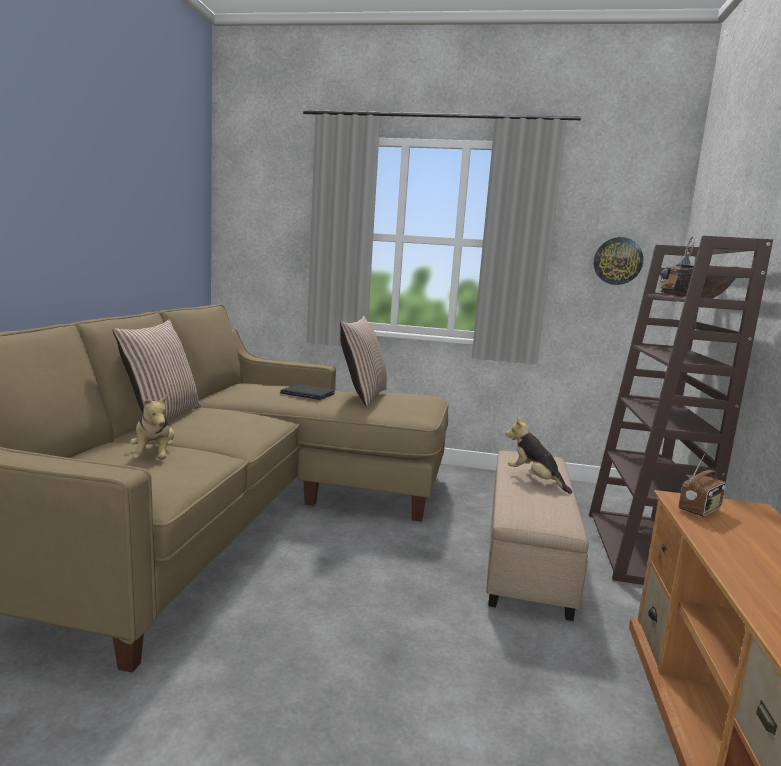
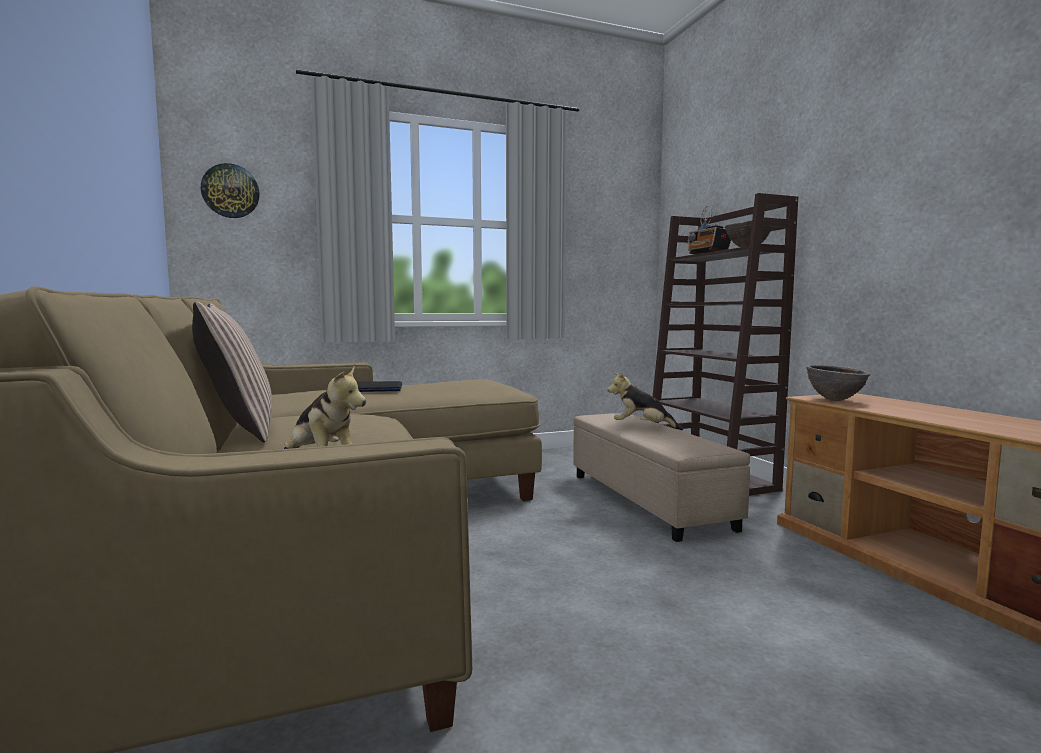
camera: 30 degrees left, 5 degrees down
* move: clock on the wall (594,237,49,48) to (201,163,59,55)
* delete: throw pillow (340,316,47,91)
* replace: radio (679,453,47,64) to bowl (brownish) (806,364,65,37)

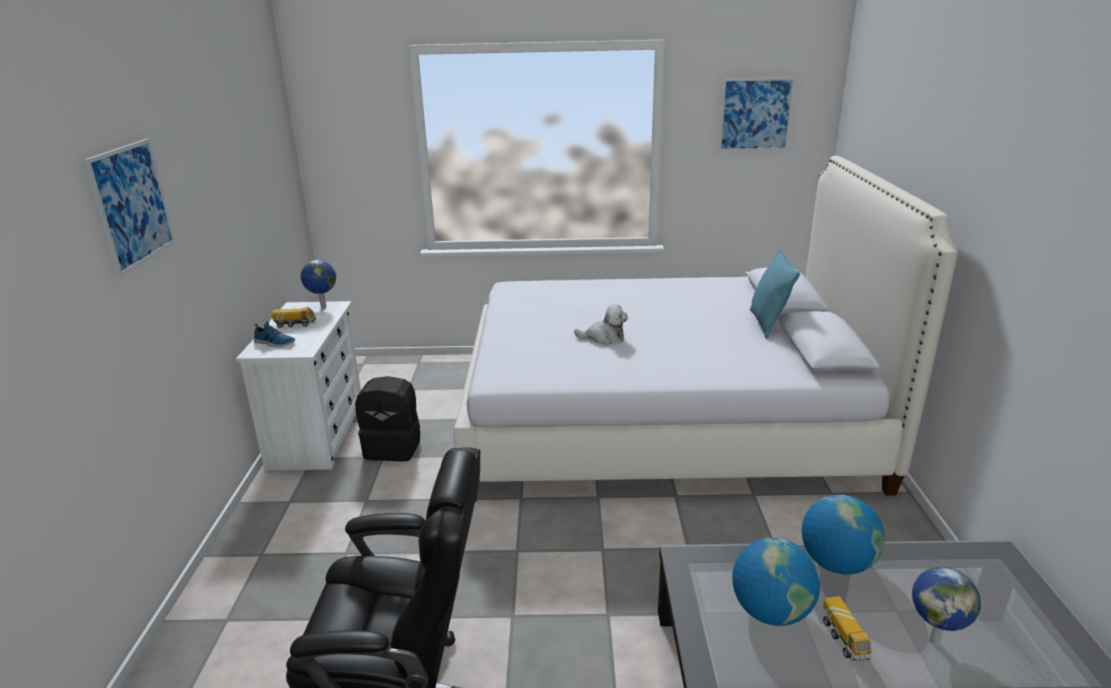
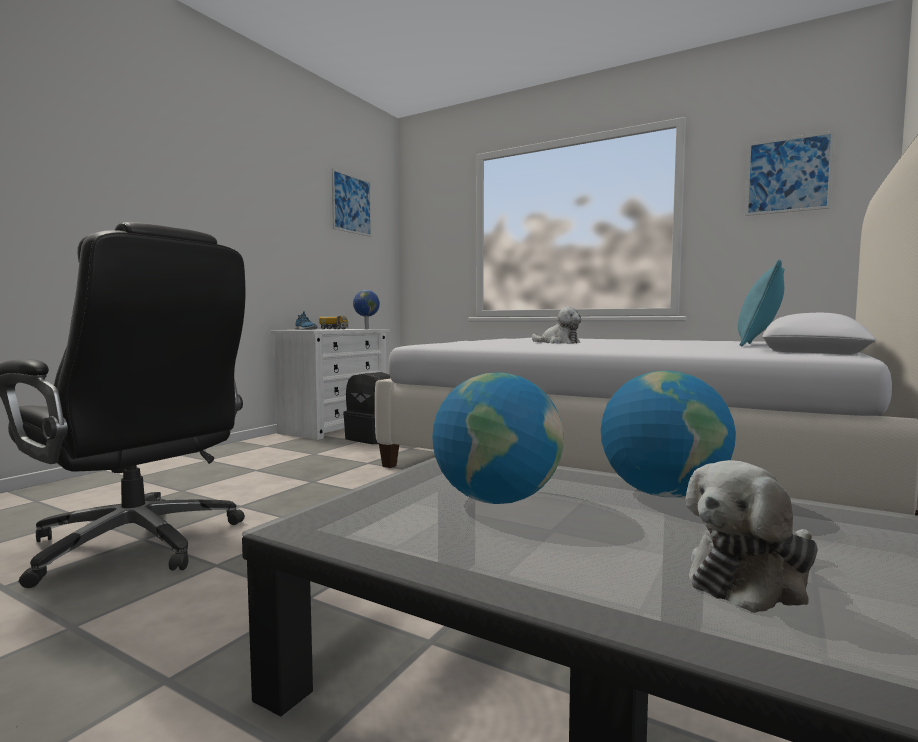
camera: 30 degrees right, 20 degrees down
* move: wall picture (84,138,91,139) to (332,169,40,68)
* replace: desk globe (912,567,69,78) to soft toy (686,460,132,153)
* delete: toy truck (823,596,50,68)

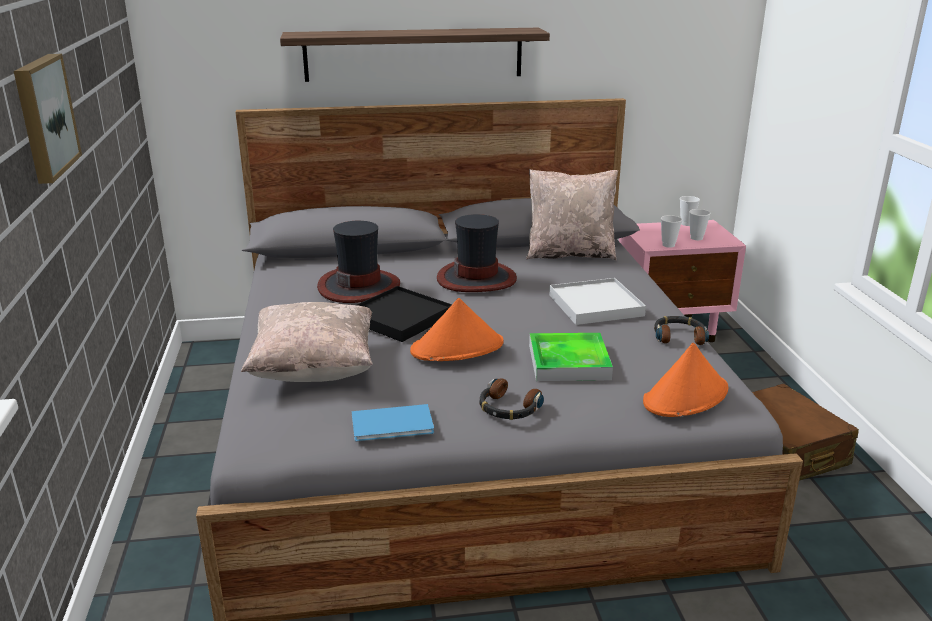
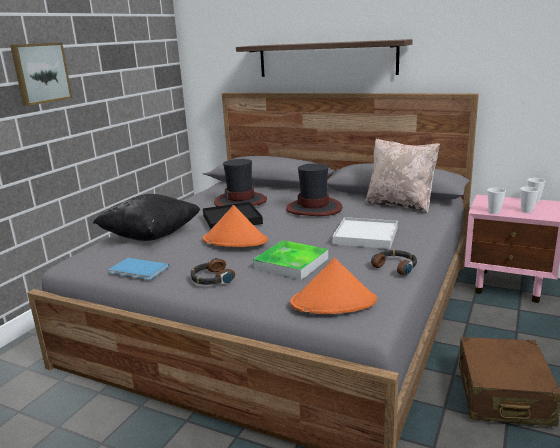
camera: 35 degrees right, 5 degrees down
* recolor: throw pillow (sand-coloured) (241,302,132,80) to throw pillow (blackish) (93,194,107,47)

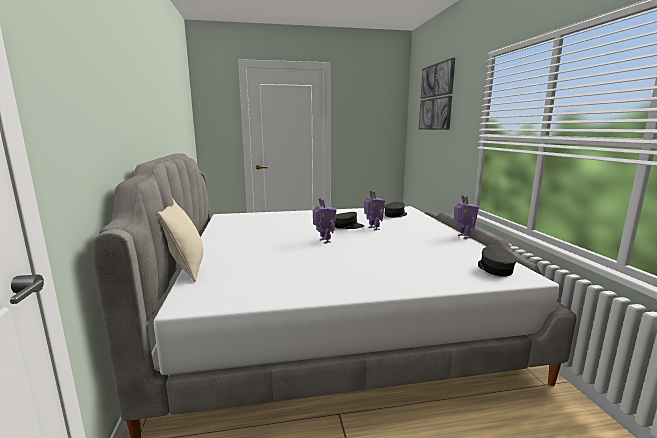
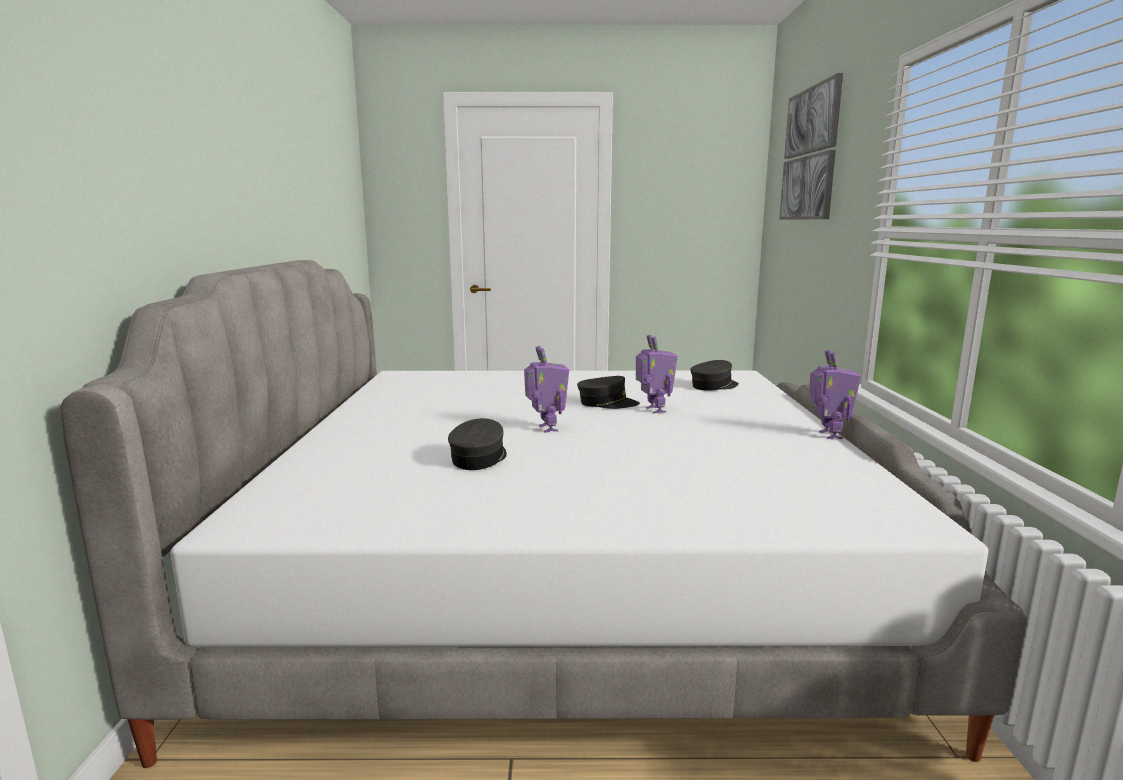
camera: 10 degrees right, 0 degrees up
* delete: throw pillow (sand-coloured) (157,197,46,85)
* move: peaked cap (greyish) (478,246,39,31) to (448,418,59,52)

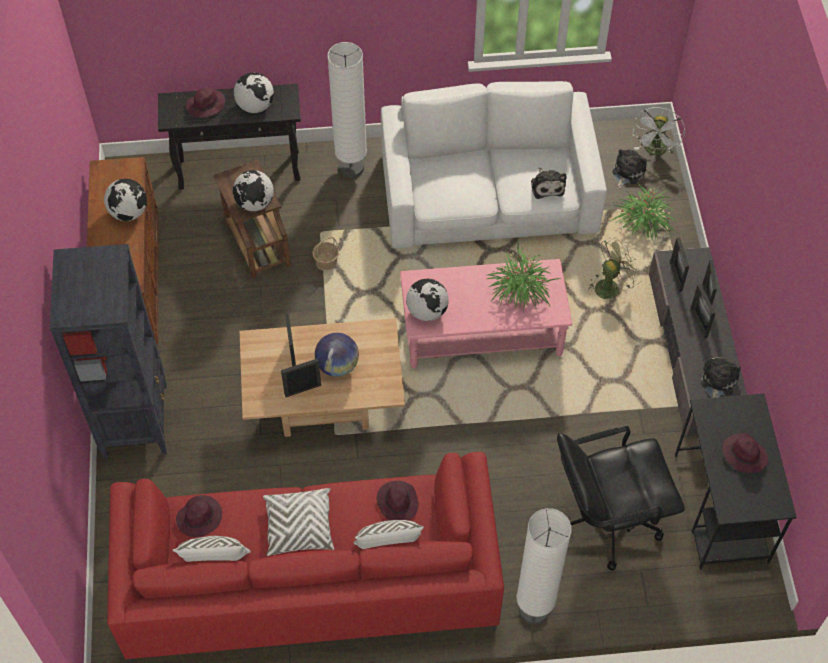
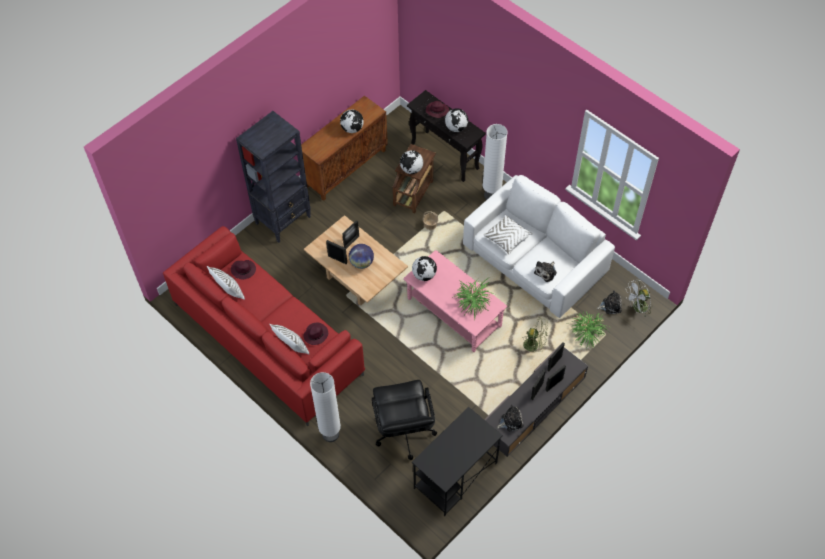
camera: 50 degrees right, 0 degrees up
* rotate: desk chair (blackish) (557,426,128,144) = (372,380,65,80) 135 degrees counterclockwise
* delete: hat (purple-coloured) (722,433,46,40)
* move: throw pillow (white) (263,488,71,68) to (483,215,49,40)

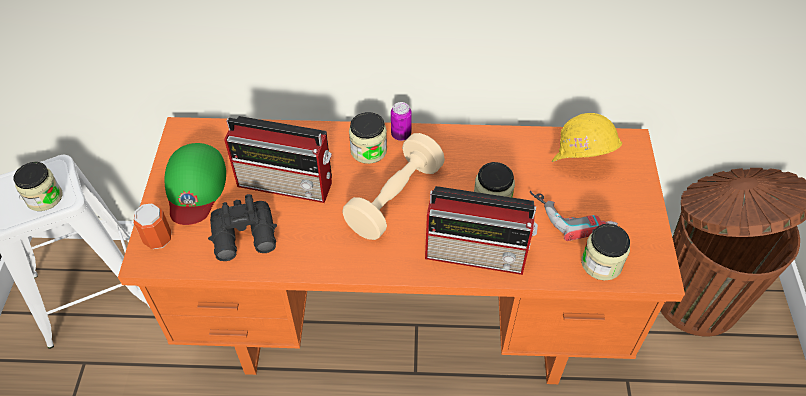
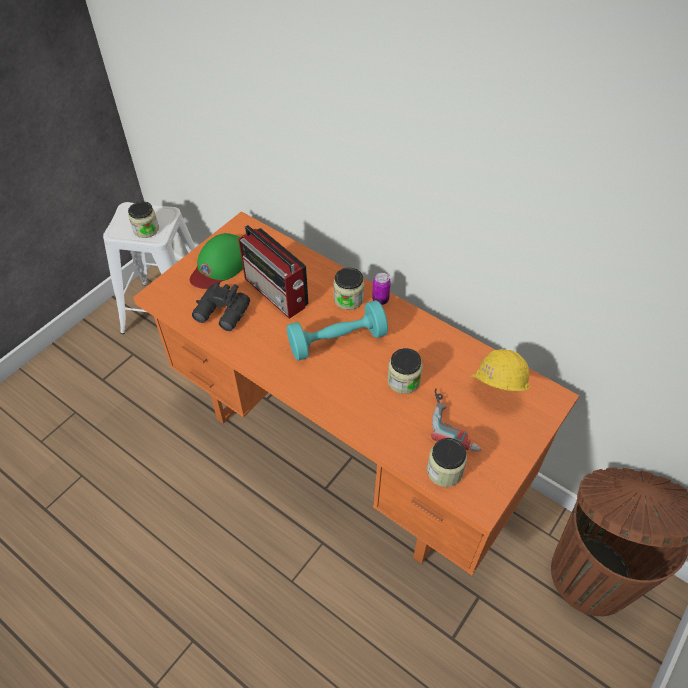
camera: 35 degrees right, 0 degrees up
* recolor: free weight (sand-coloured) (342,133,103,107) to free weight (blue-green) (287,300,101,61)
* delete: radio (425,186,113,89)
* delete: can (134,203,37,46)

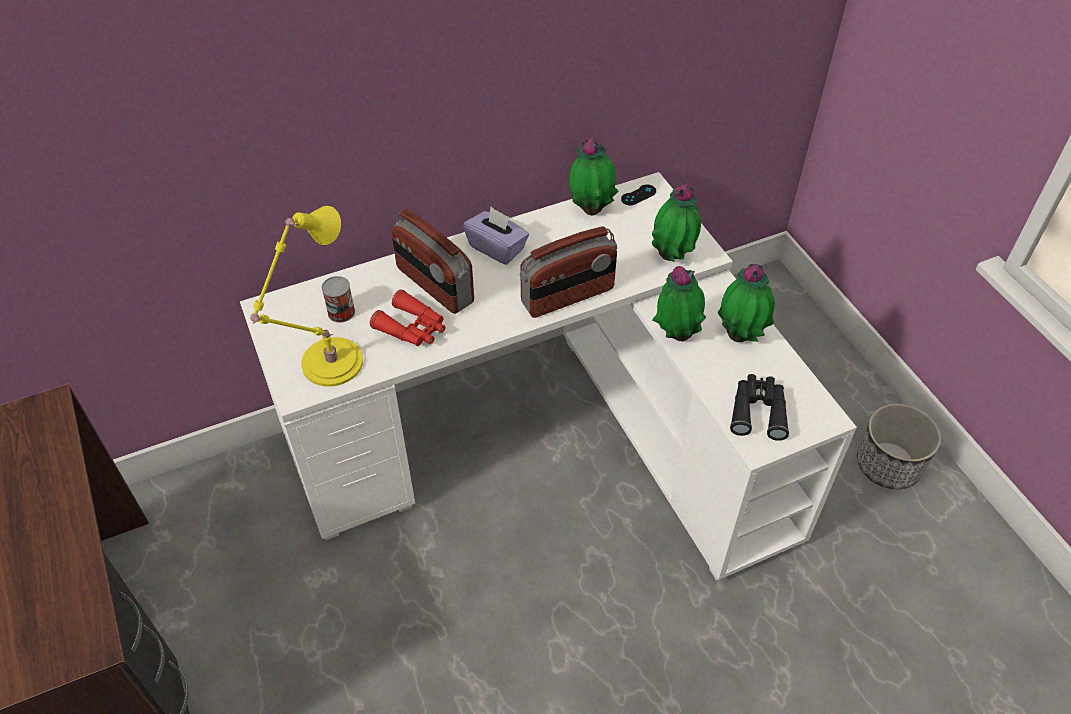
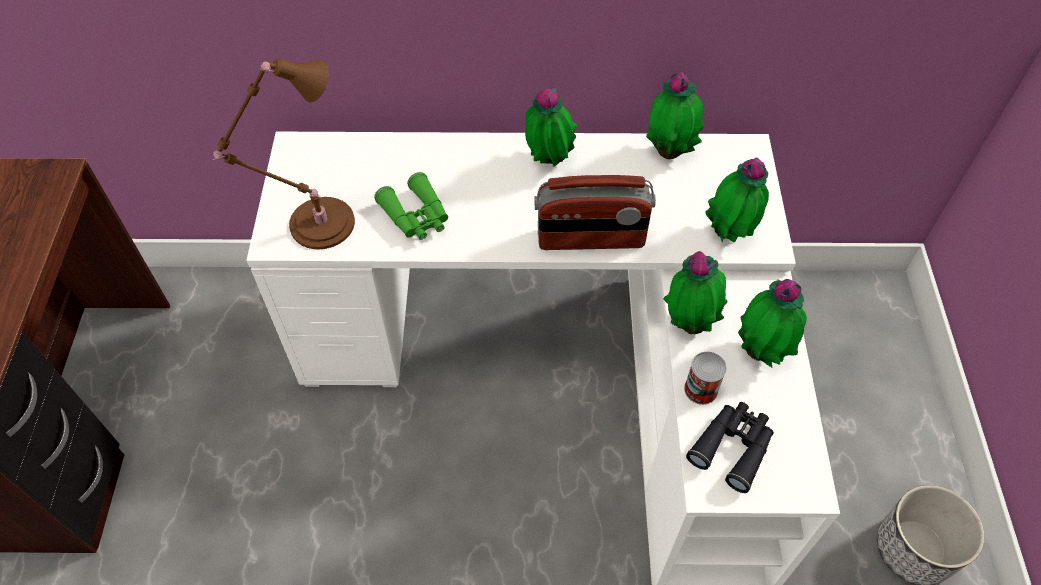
camera: 25 degrees right, 5 degrees up
* delete: game controller (blackish) (621,184,35,22)
* recolor: table lamp (yellowish) (250,206,113,181) to table lamp (brownish) (213,58,142,191)
* replace: tissue holder (purple-coloured) (463,207,66,58) to houseplant (525,85,52,81)
* delete: radio (391,209,83,105)
* move: can (322,276,33,47) to (684,352,43,53)
* recolor: field glasses (red) (370,290,76,56) to field glasses (greenish) (374,172,74,68)

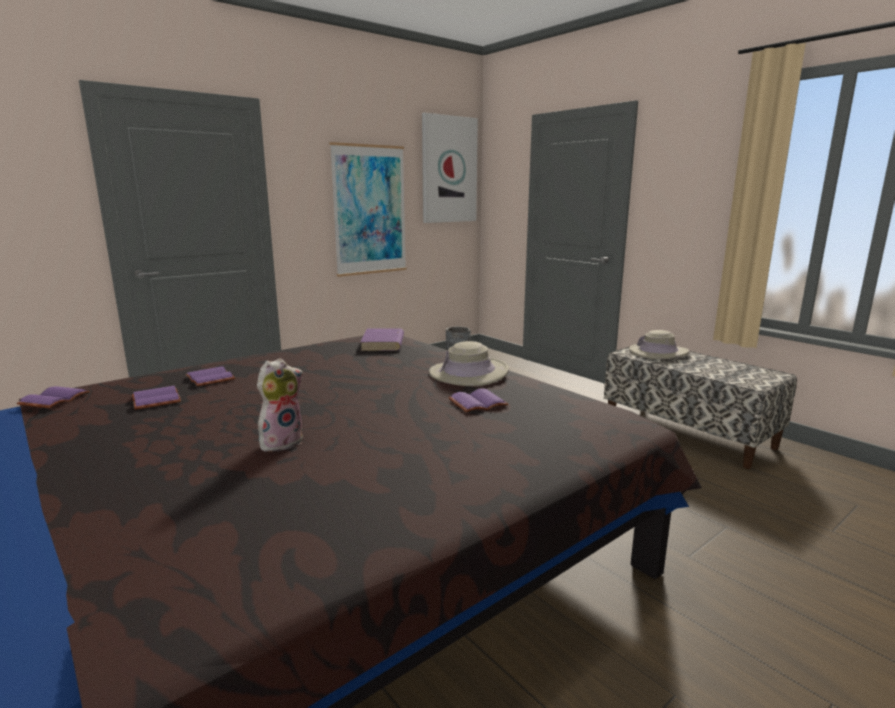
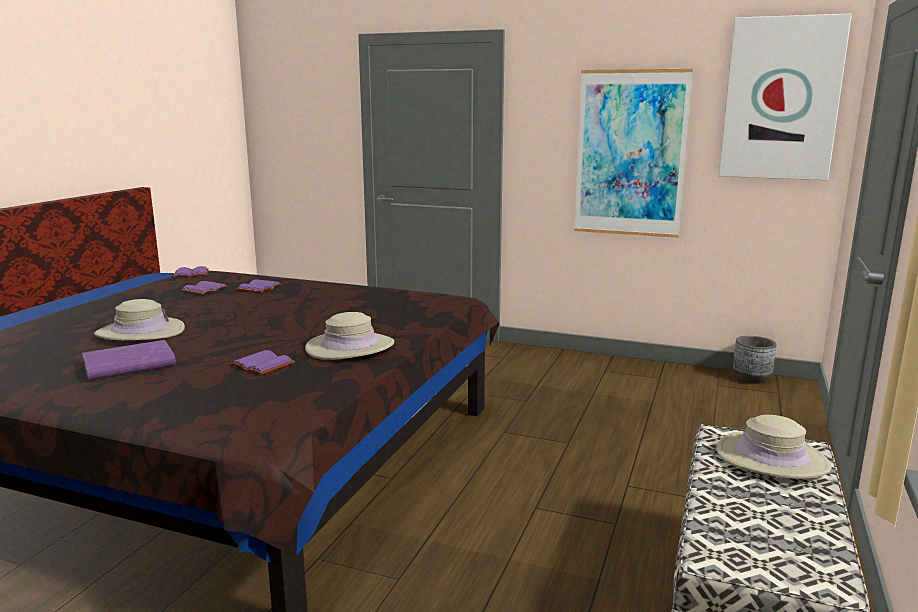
camera: 60 degrees right, 0 degrees up
* move: volume (purple-coloured) (360,328,44,23) to (82,340,94,40)
* replace: soft toy (257,358,46,94) to hat (sand-coloured) (94,299,91,41)

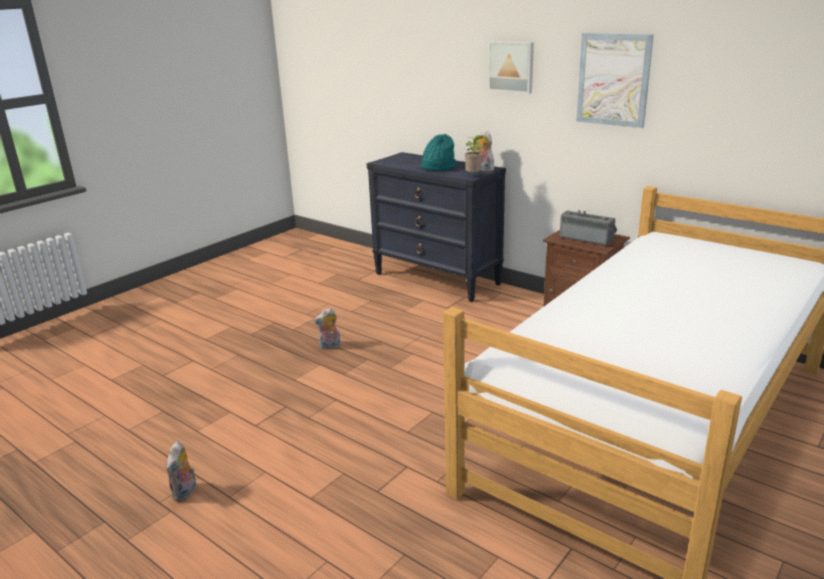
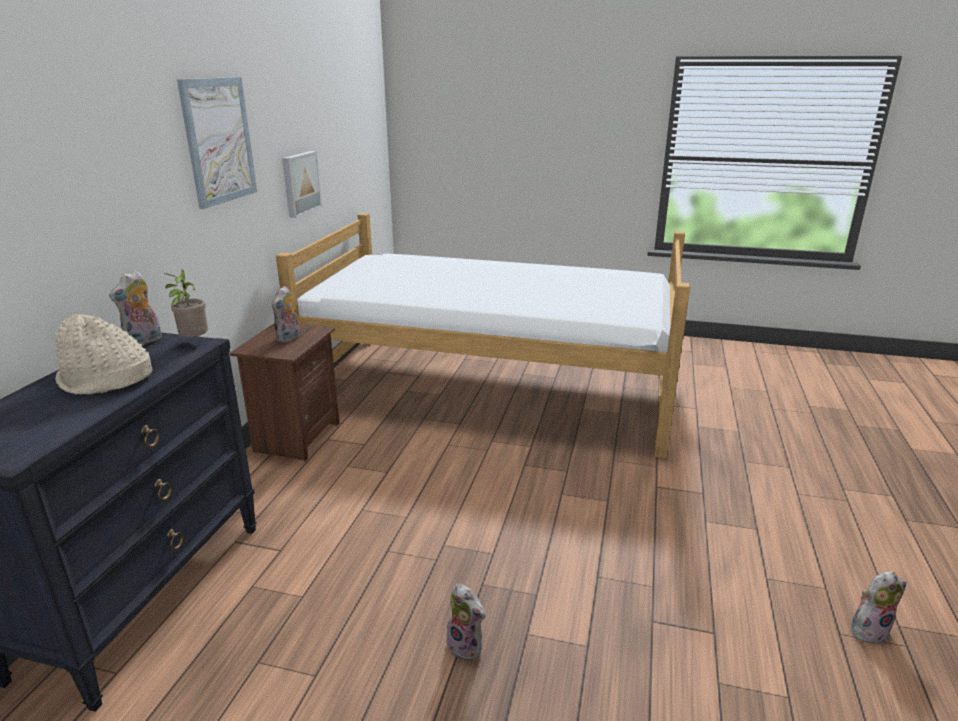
camera: 115 degrees left, 0 degrees up
* move: wall picture (488,41,46,53) to (282,151,40,67)
* recolor: hat (blue-green) (421,134,35,36) to hat (sand-coloured) (55,315,98,80)
* replace: radio (560,210,57,36) to soft toy (272,286,27,57)

